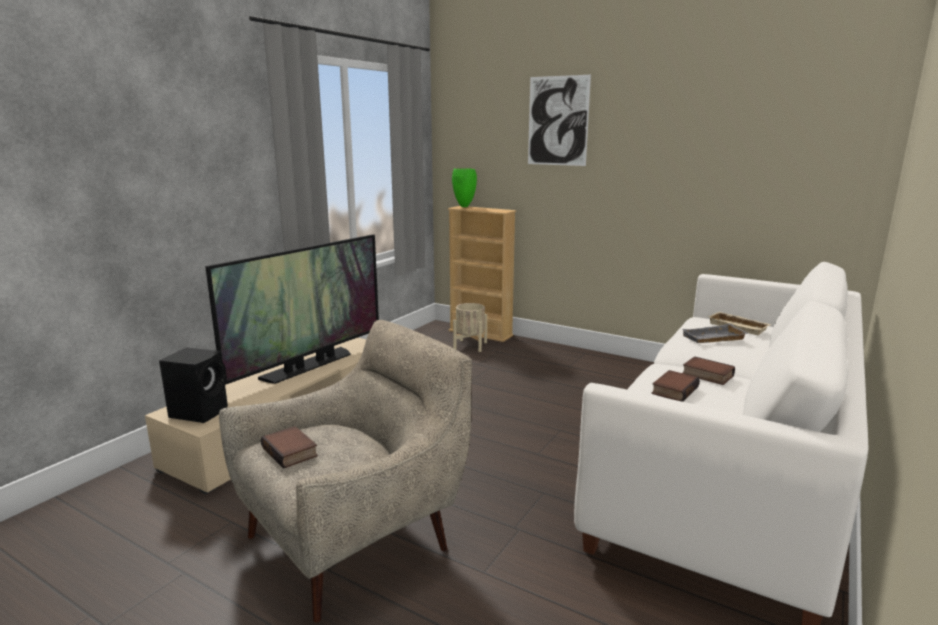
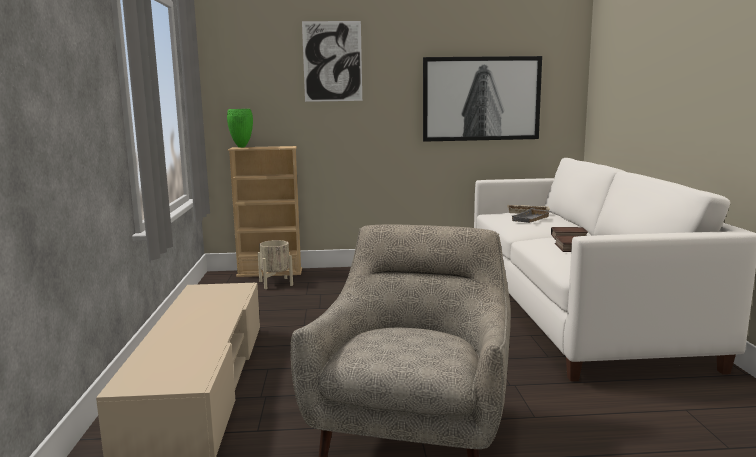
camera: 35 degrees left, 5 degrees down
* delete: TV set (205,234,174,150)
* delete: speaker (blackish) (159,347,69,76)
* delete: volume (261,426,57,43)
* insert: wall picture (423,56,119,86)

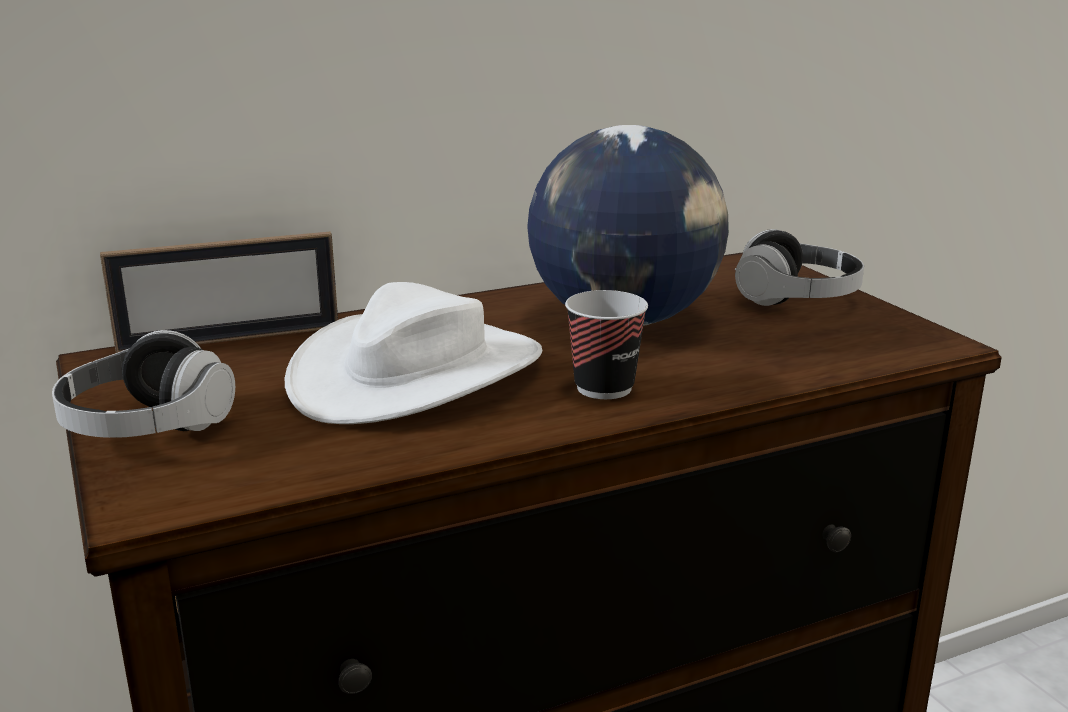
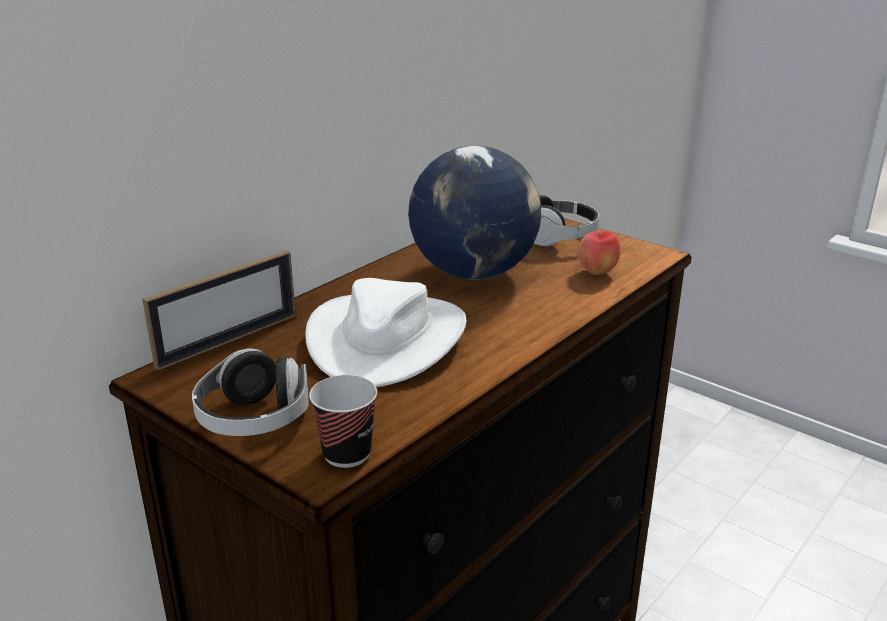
camera: 25 degrees left, 5 degrees up
* move: small cup (565,290,83,109) to (309,375,68,93)
* insert: whole apple (577,231,43,44)

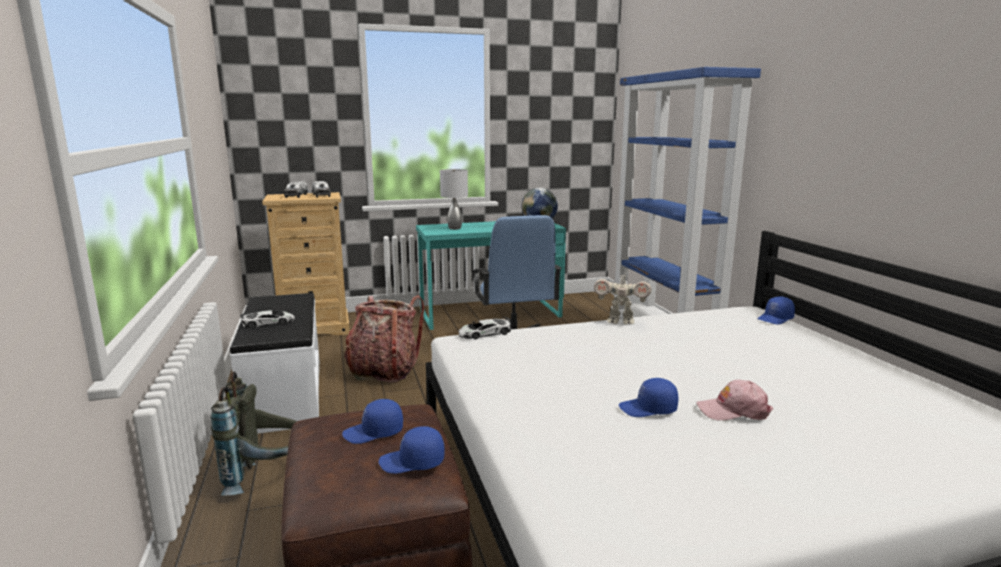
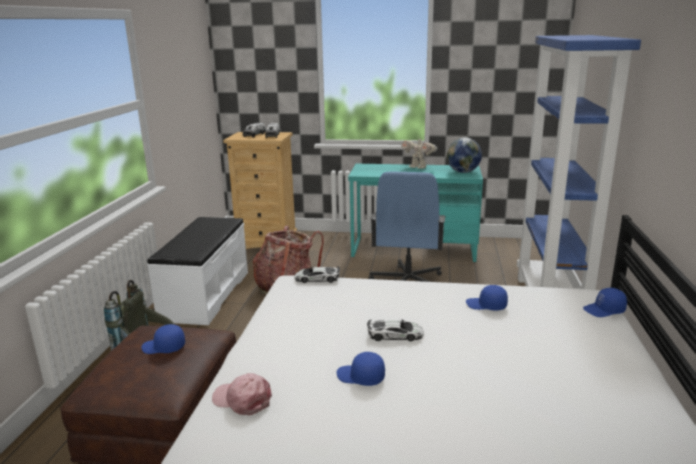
camera: 25 degrees right, 5 degrees up
* delete: table lamp (greyish) (440,169,28,61)
* move: model robot (594,270,58,54) to (401,139,36,30)
* move: model car (240,310,55,19) to (367,319,57,22)
* move: peaked cap (pinkish) (697,380,76,41) to (212,373,60,42)
* move: peaked cap (blue) (379,426,66,48) to (466,285,42,26)

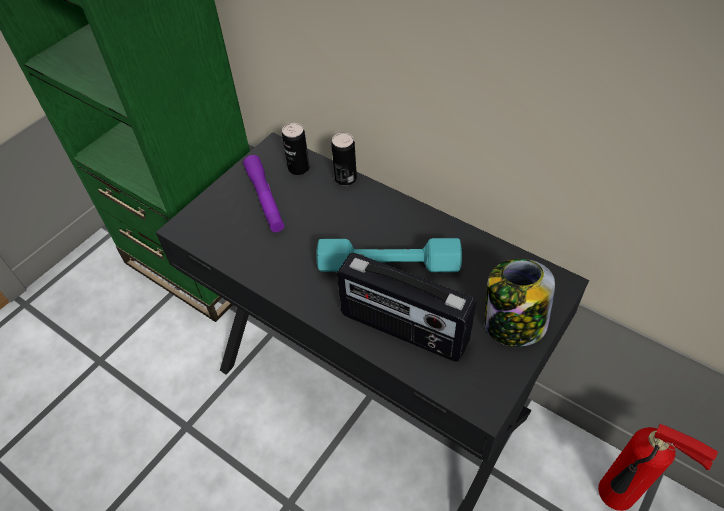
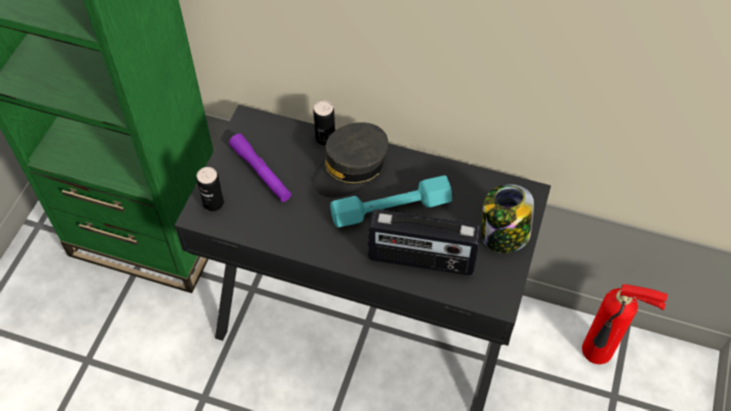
camera: 20 degrees left, 5 degrees up
* move: can (282,123,28,52) to (196,167,28,44)
* insert: peaked cap (greyish) (312,122,77,75)

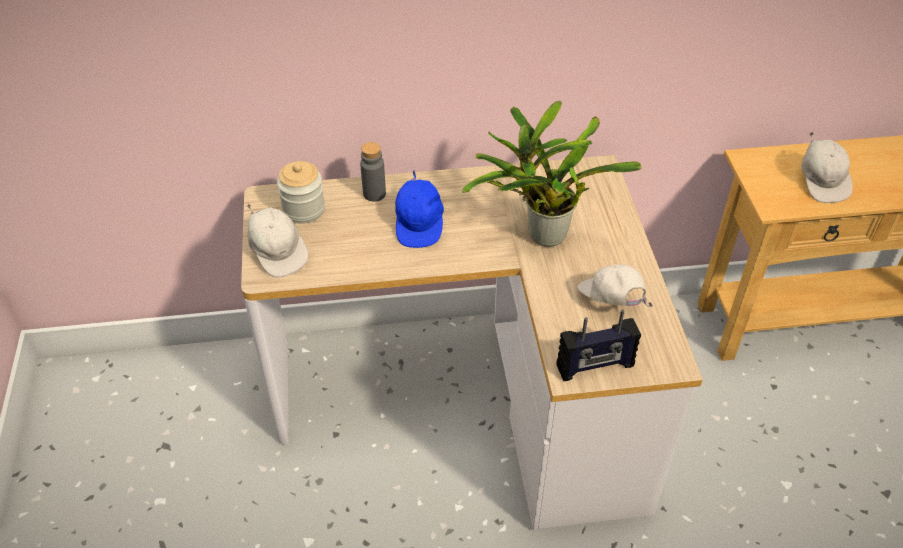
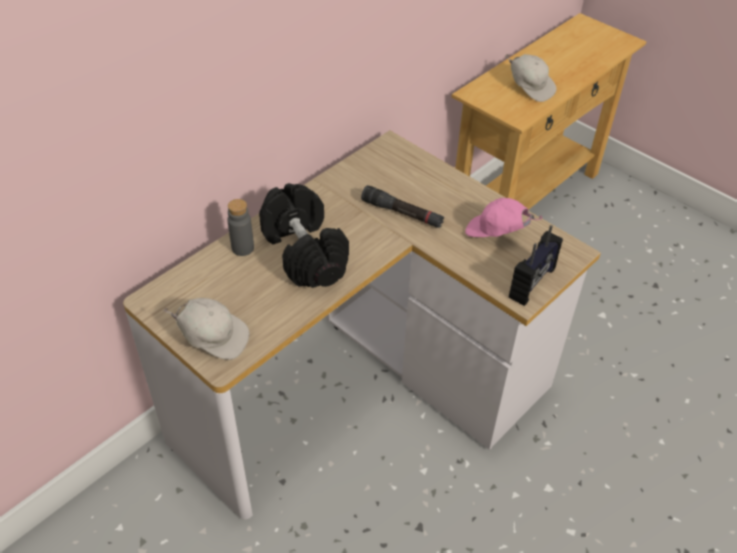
camera: 40 degrees left, 0 degrees up
* replace: houseplant (462,100,180,147) to flashlight (blackish) (361,185,83,43)
* delete: preserve jar (277,161,48,62)
* replace: peaked cap (blue) (395,170,49,78) to free weight (blackish) (259,183,90,105)
* recolor: peaked cap (white) (577,264,76,43) to peaked cap (pinkish) (465,198,78,39)

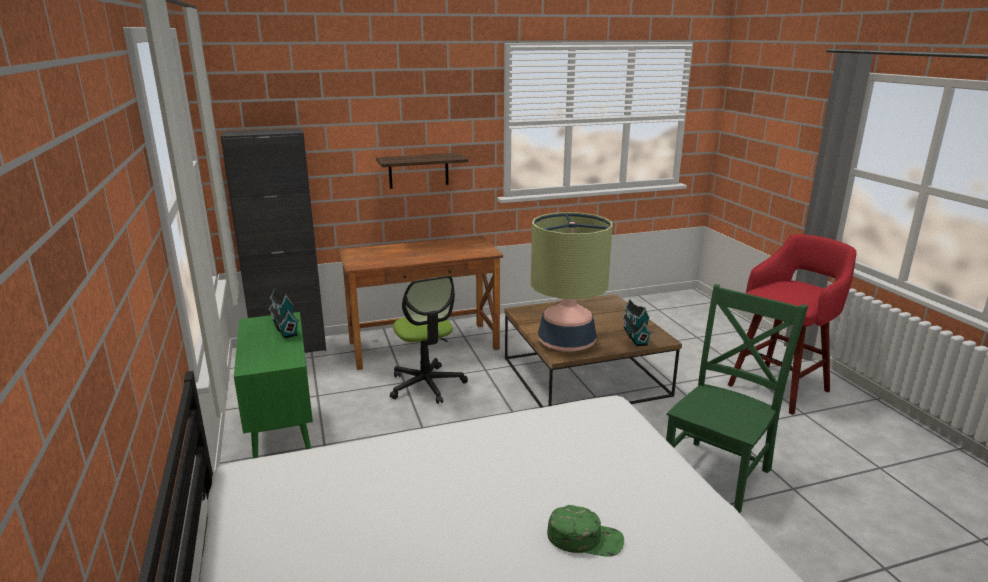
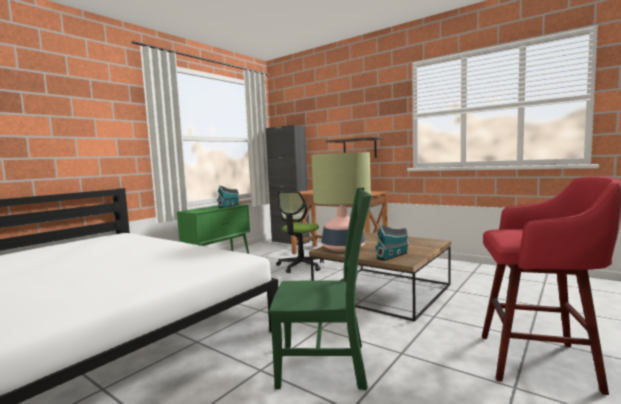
camera: 55 degrees right, 15 degrees down
* delete: peaked cap (greenish) (547,505,77,52)

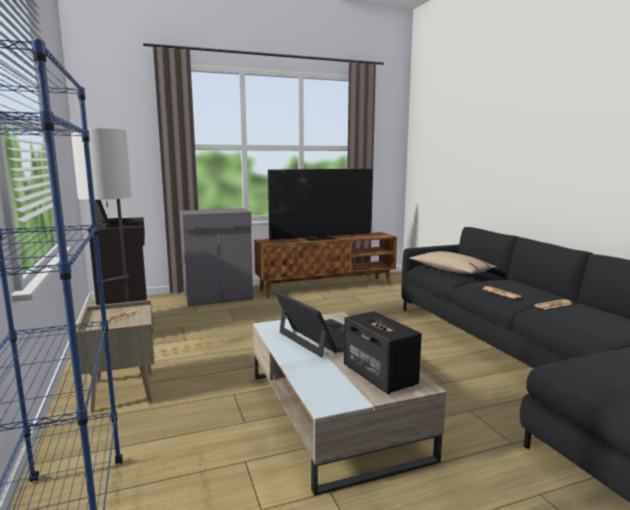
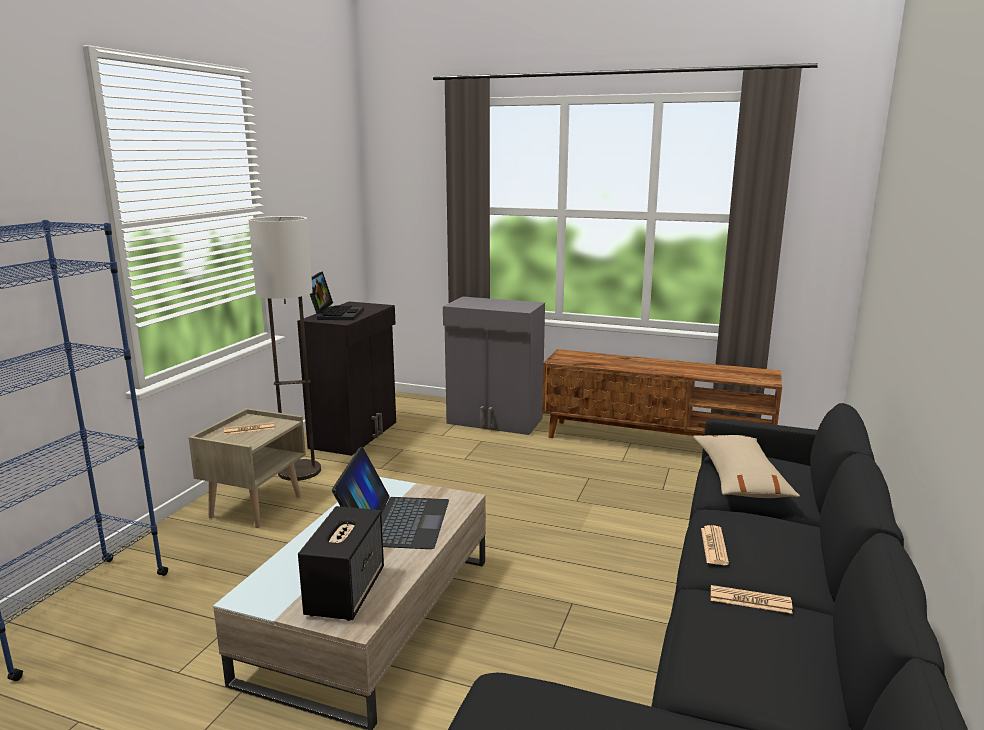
camera: 40 degrees right, 5 degrees up
* delete: TV set (268,169,105,72)

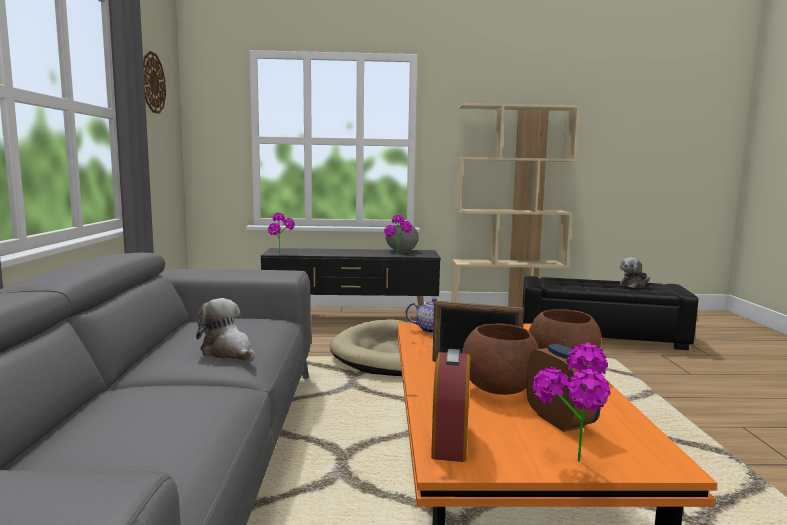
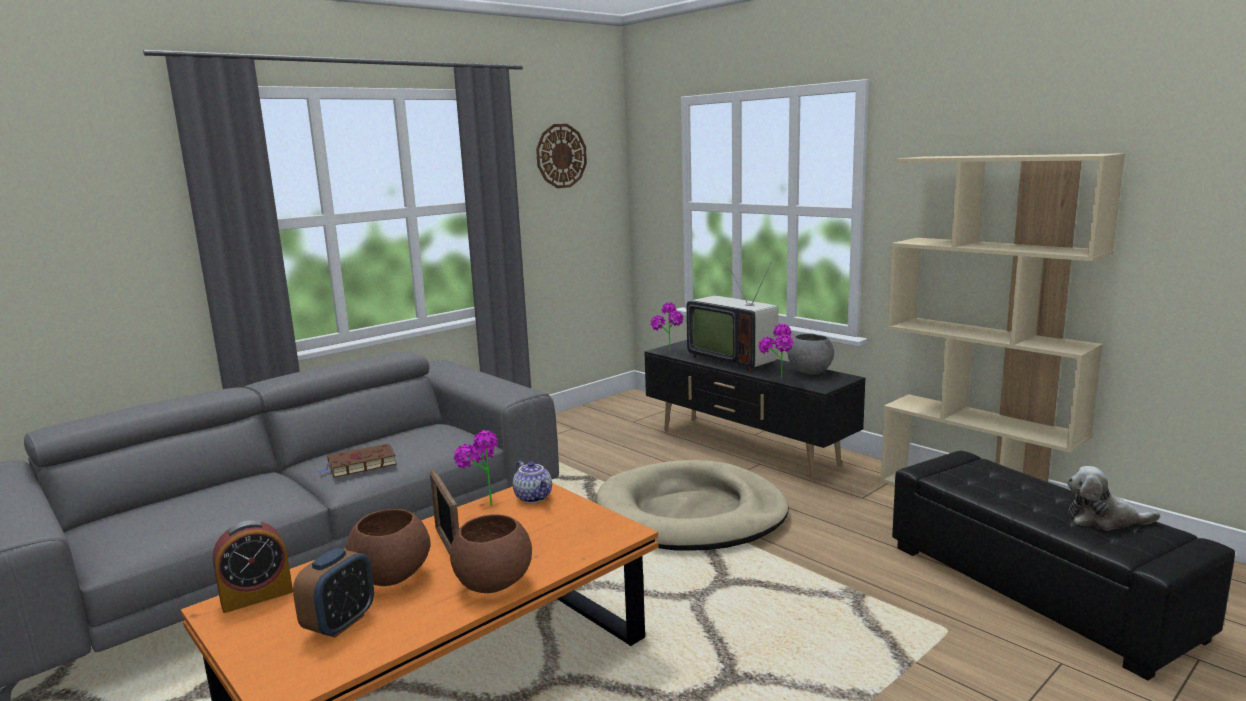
camera: 50 degrees right, 5 degrees up
* replace: soft toy (196,298,59,63) to volume (brownish) (318,444,79,33)
* move: houseplant (532,343,79,119) to (454,430,44,76)
* insert: TV set (686,262,92,110)

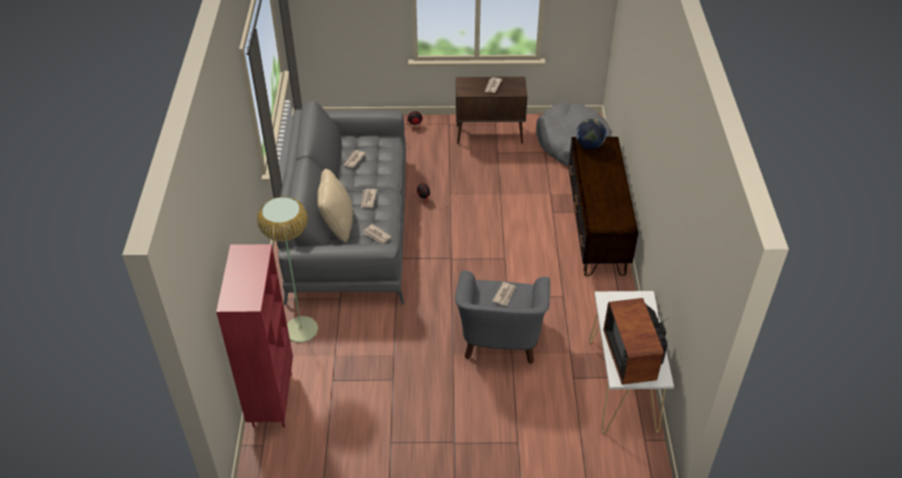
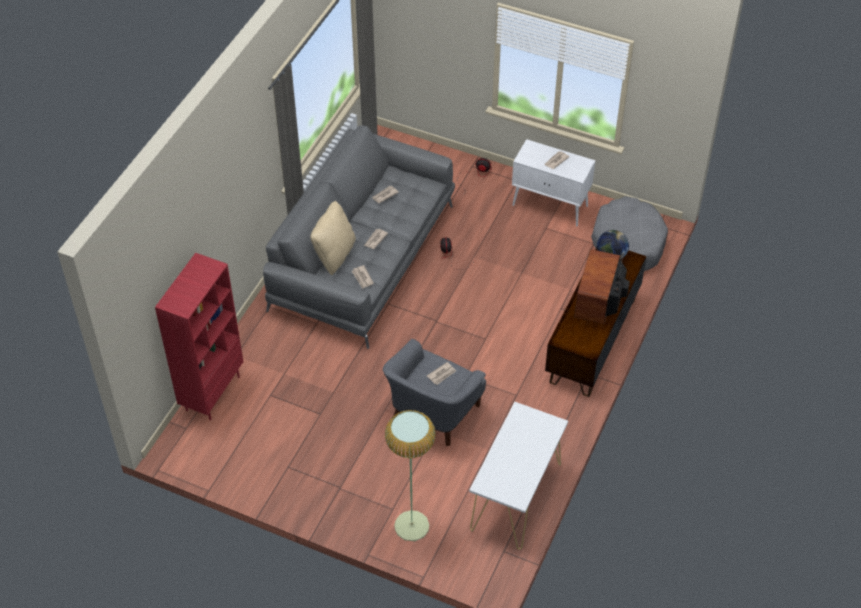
camera: 25 degrees right, 5 degrees up
* recolor: cabinet (brownish) (456,77,71,67) to cabinet (white) (512,139,83,87)
* move: floor lamp (257,196,61,147) to (385,410,51,131)
* move: TV set (603,295,67,90) to (574,249,56,75)

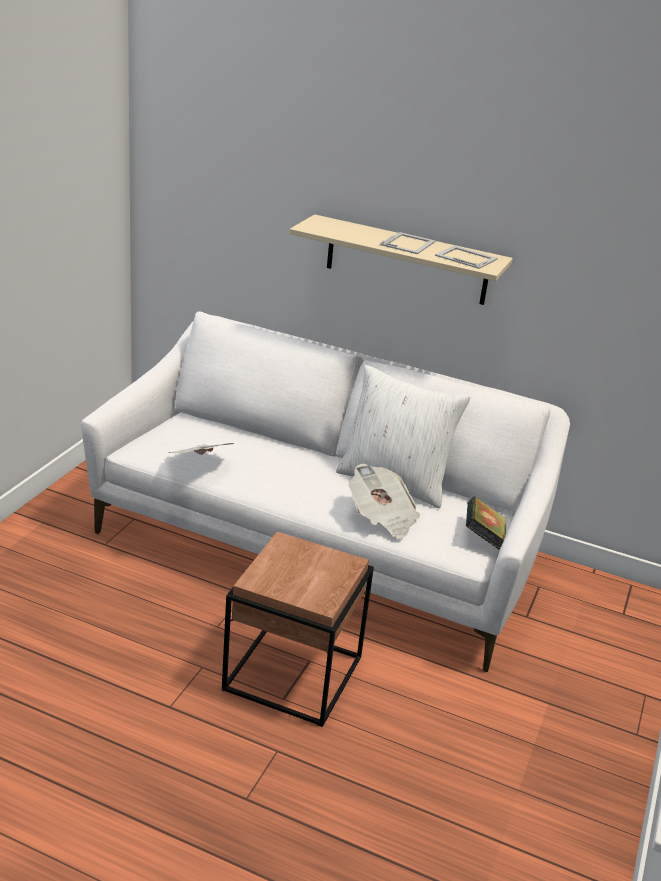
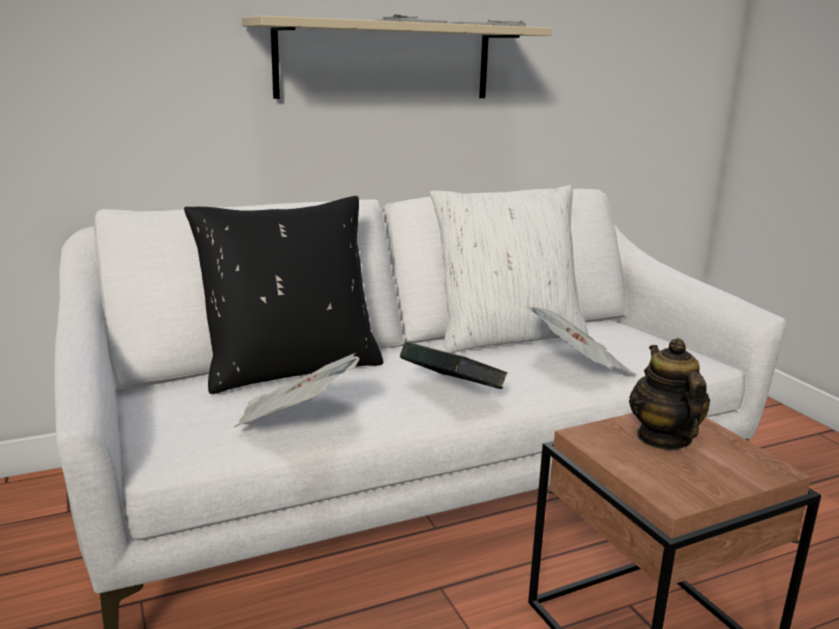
camera: 45 degrees left, 10 degrees down
* move: volume (466,496,40,54) to (400,342,108,47)
* insert: throw pillow (blackish) (184,196,199,198)
* insert: tea pot (629,338,81,112)

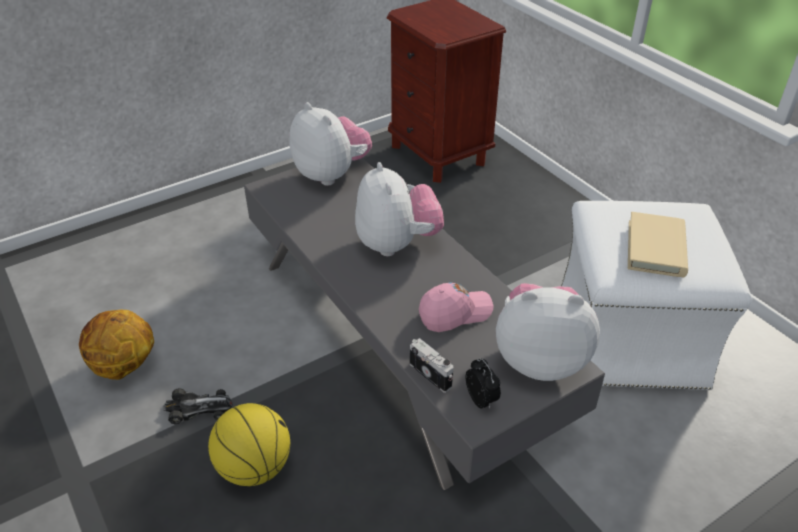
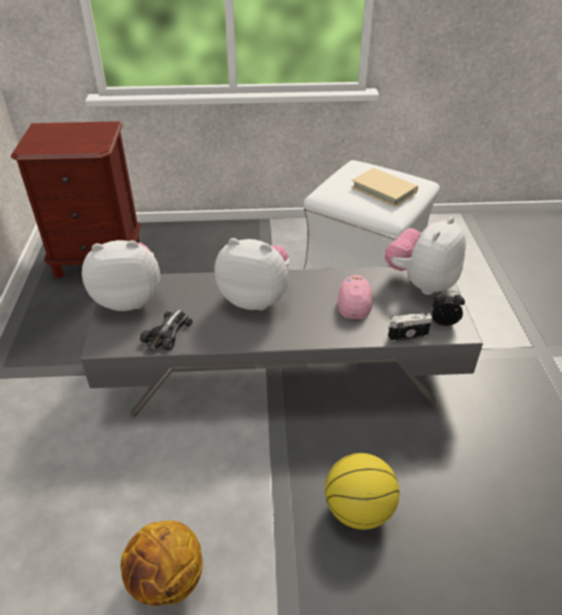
camera: 60 degrees left, 0 degrees up
* move: model car (164,388,68,36) to (140,310,52,41)

